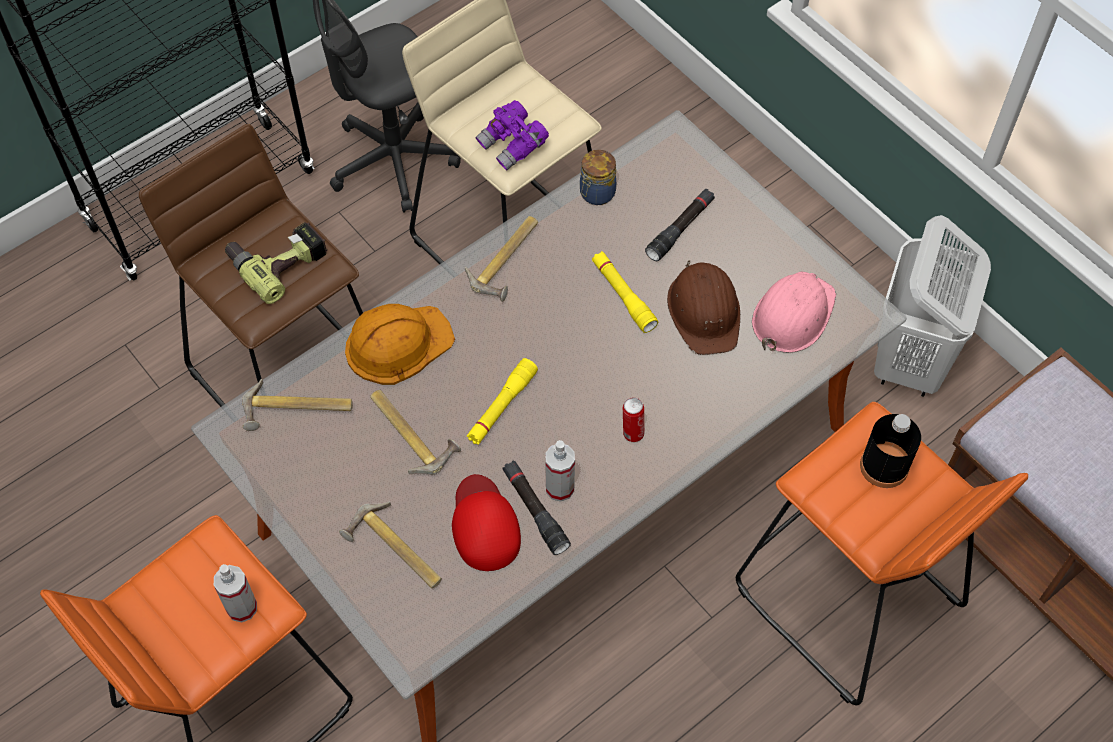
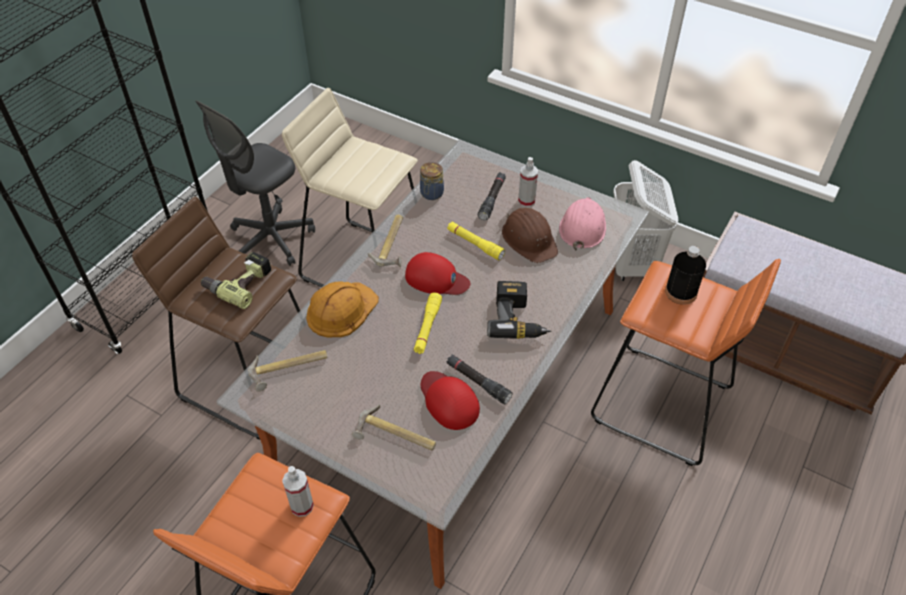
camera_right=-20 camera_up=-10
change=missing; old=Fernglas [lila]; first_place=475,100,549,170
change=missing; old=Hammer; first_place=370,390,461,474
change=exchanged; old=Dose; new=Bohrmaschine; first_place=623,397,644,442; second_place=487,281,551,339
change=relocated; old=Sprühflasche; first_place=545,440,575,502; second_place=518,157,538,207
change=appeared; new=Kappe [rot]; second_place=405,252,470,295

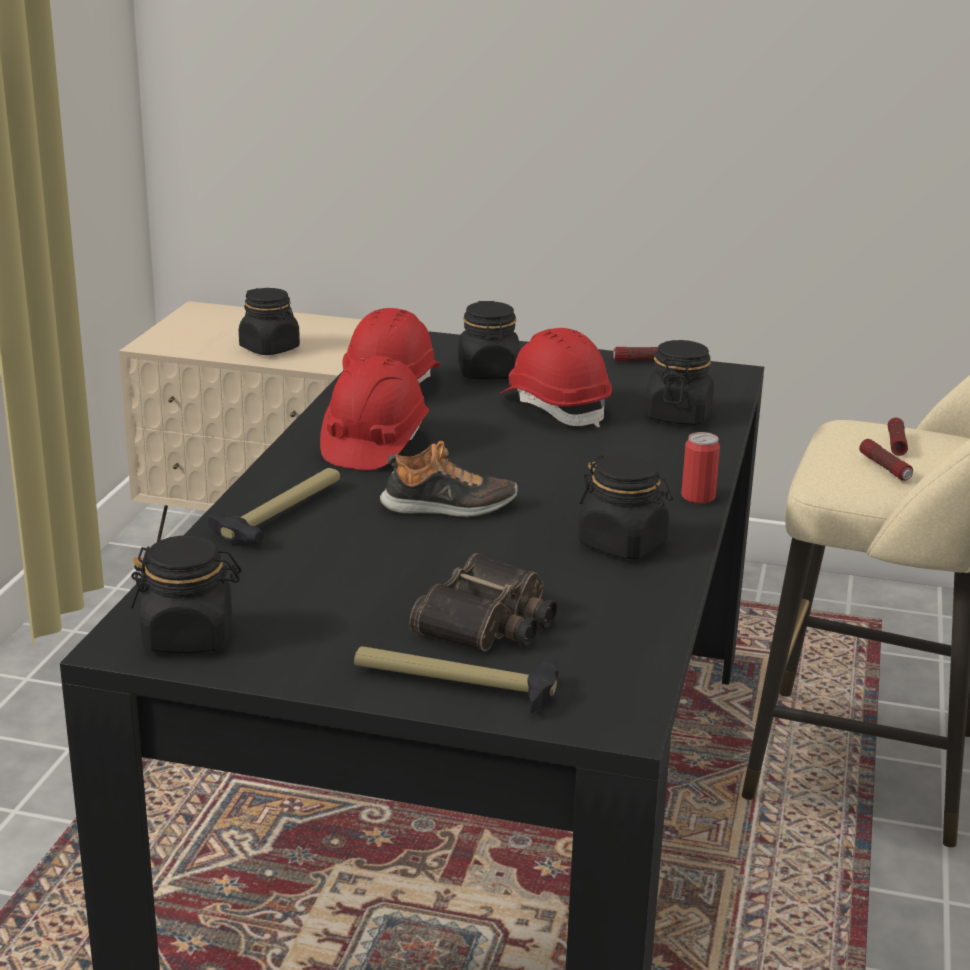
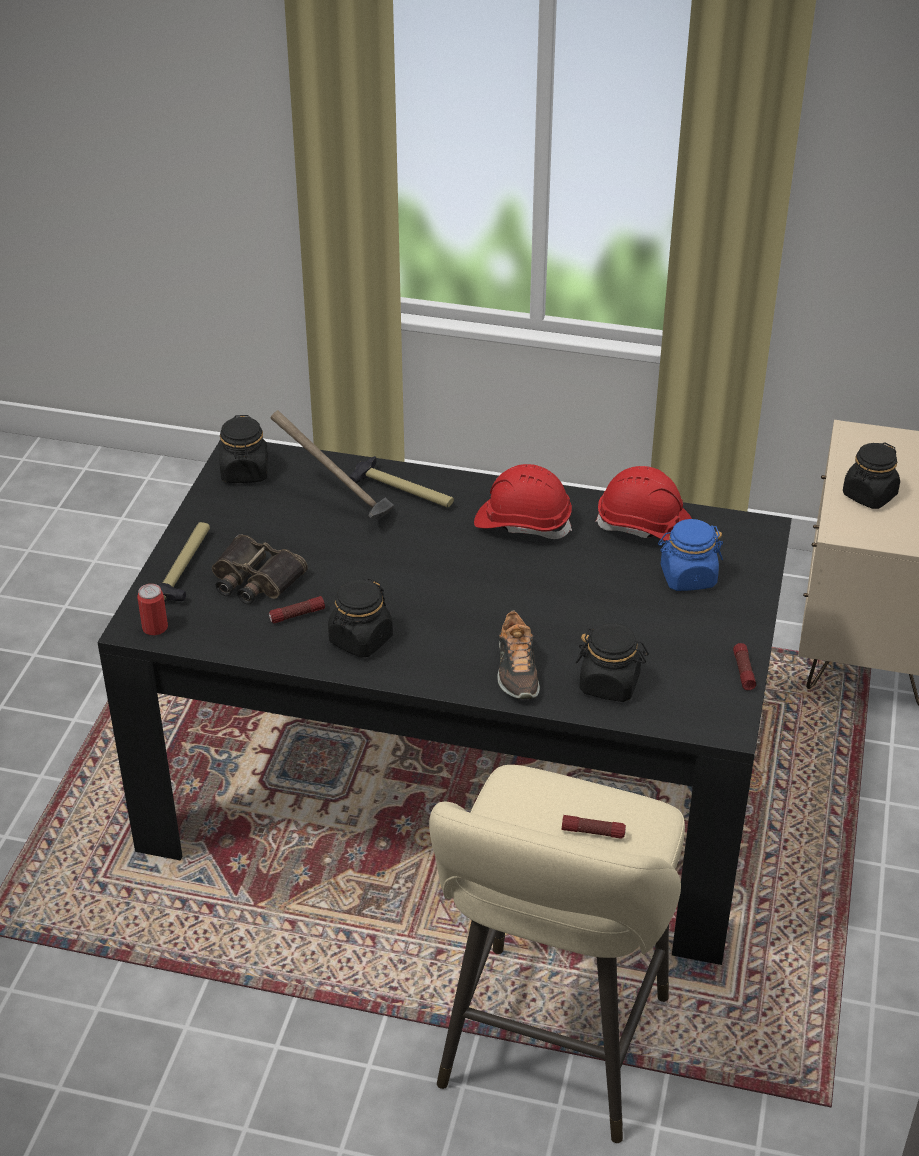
camera_right=90 camera_up=15
change=colour; old=Vorratsglas [schwarz]; new=Vorratsglas [blau]; first_place=458,301,520,380; second_place=658,519,723,591
change=missing; old=Schutzhelm [rot]; first_place=500,328,612,428
change=relocated; old=Dose; first_place=681,432,720,504; second_place=137,584,168,635
change=relocated; old=Taschenlampe; first_place=859,439,913,481; second_place=269,596,325,623
change=relocated; old=Schuh; first_place=380,441,518,517; second_place=497,610,540,699
change=appeared; new=Hammer; second_place=271,410,394,520

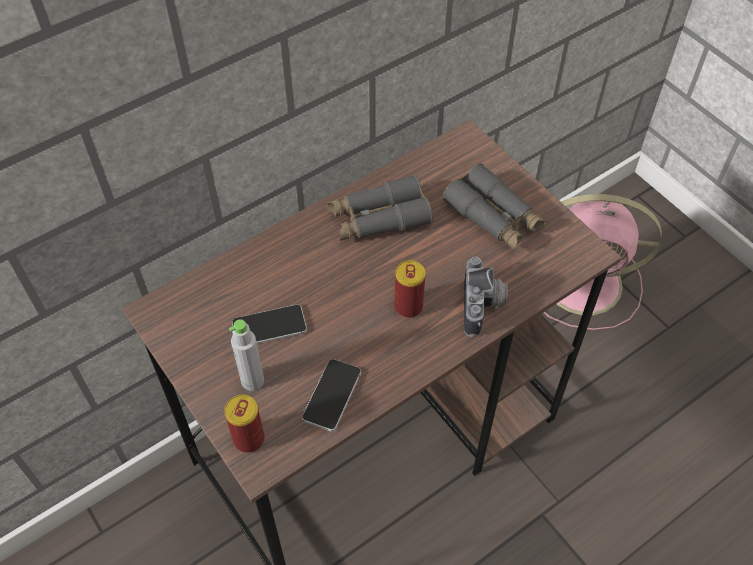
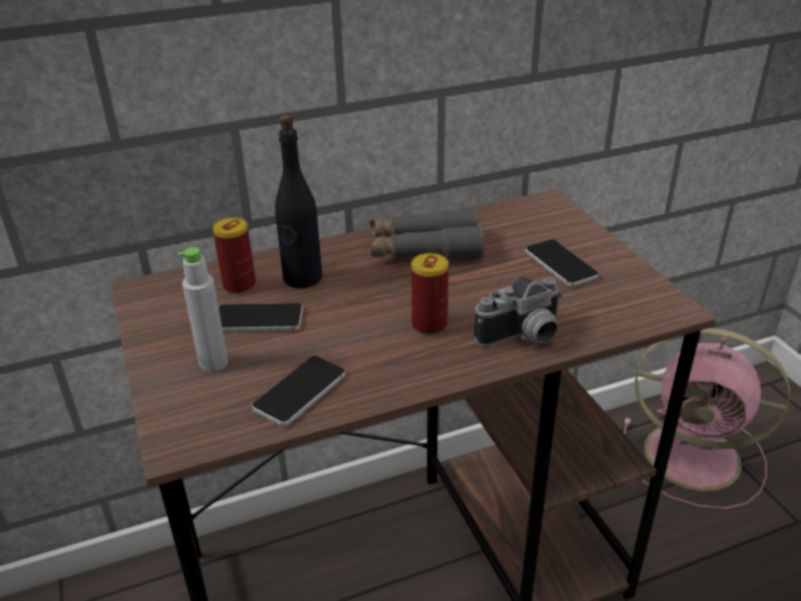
camera_right=15 camera_up=-20
change=exchanged; old=Fernglas [grau]; new=Handy; first_place=443,164,547,251; second_place=525,239,599,287
change=spun; old=Kamera; first_place=464,257,508,337; second_place=474,277,562,347; degrees=45
change=relocated; old=Dose; first_place=224,395,265,453; second_place=213,217,256,294
change=appeared; new=Flasche [schwarz]; second_place=275,114,322,289

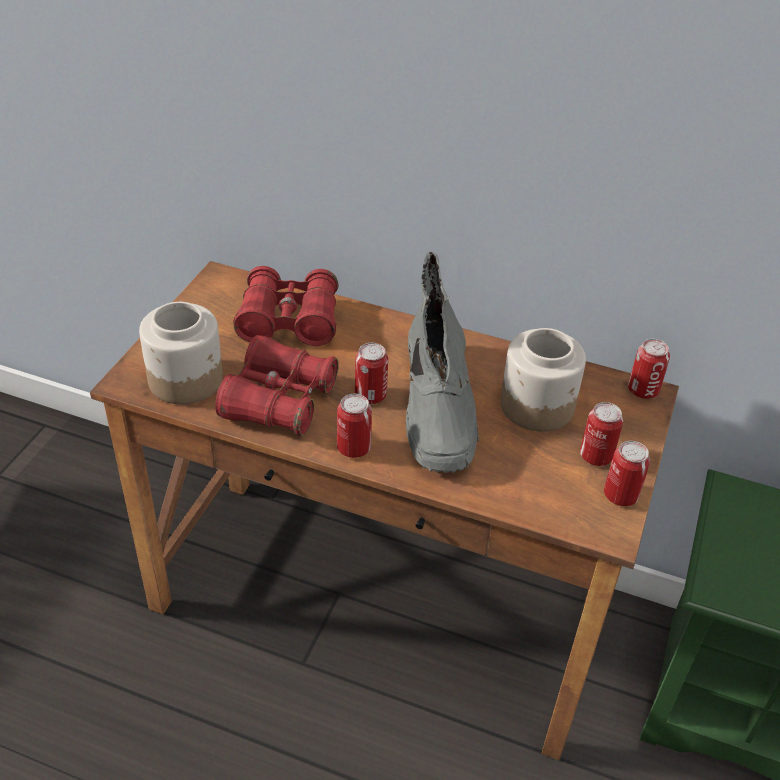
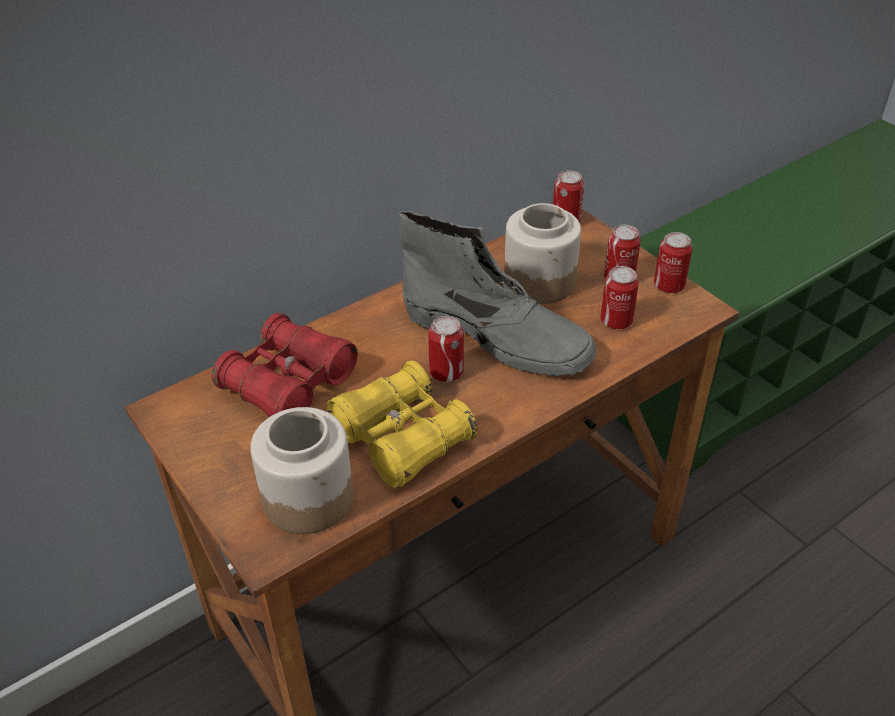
camera_right=-55 camera_up=0
change=colour; old=Fernglas [rot]; new=Fernglas [gelb]; first_place=215,335,339,436; second_place=327,361,478,488
change=relocated; old=Dose; first_place=337,394,372,458; second_place=600,266,639,329

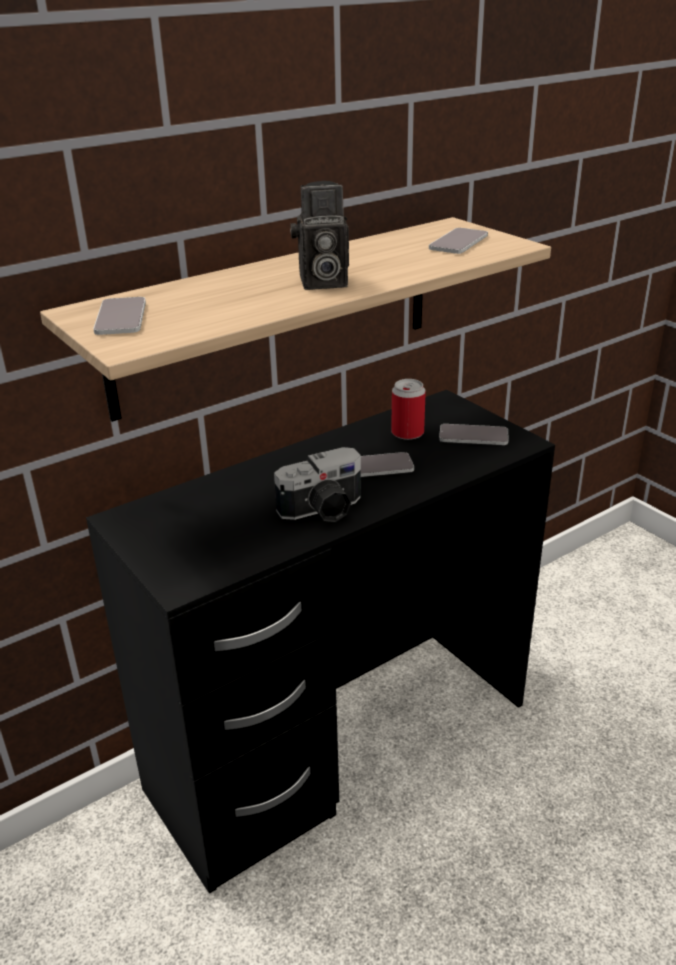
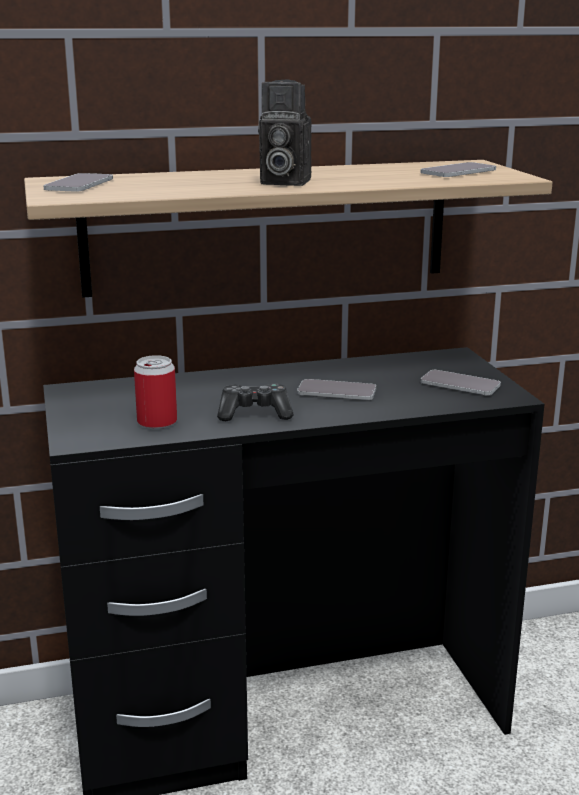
camera_right=20 camera_up=-10
change=relocated; old=Dose; first_place=391,379,426,440; second_place=134,355,177,429
change=exchanged; old=Kamera; new=Gamepad; first_place=274,447,361,522; second_place=217,384,293,421

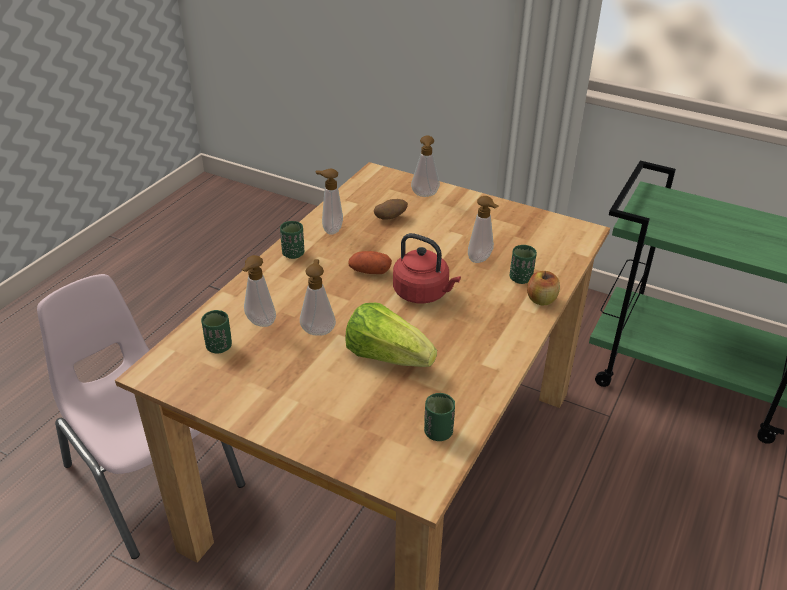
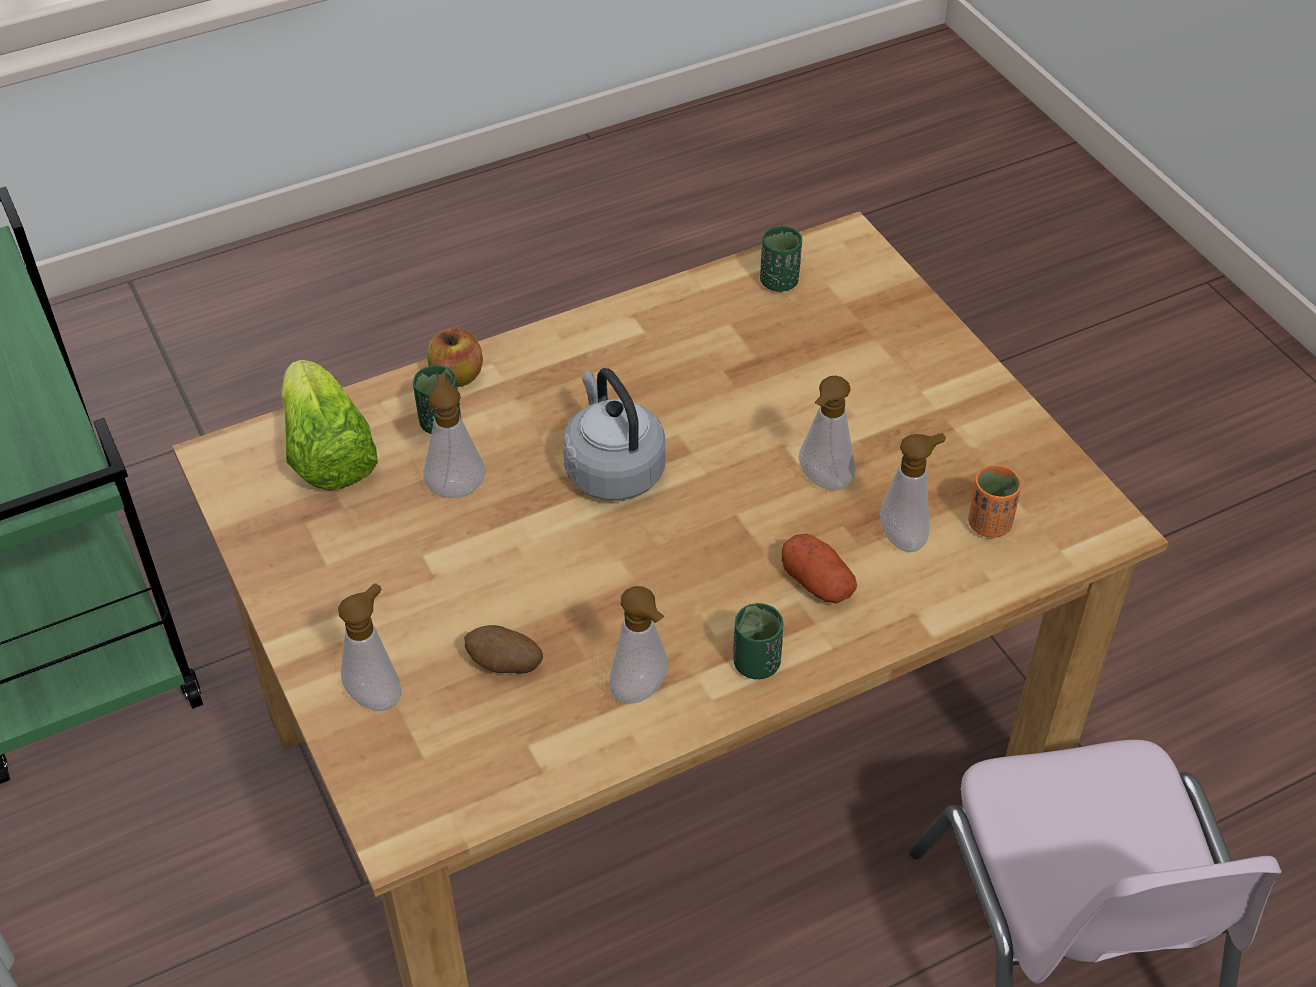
camera_right=-145 camera_up=10
change=colour; old=Wasserkessel [rot]; new=Wasserkessel [grau]; first_place=393,233,461,304; second_place=563,368,665,501
change=relocated; old=Kartoffel; first_place=348,251,392,274; second_place=782,533,857,603
change=relocated; old=Salatkopf; first_place=346,303,437,367; second_place=281,360,378,490
change=colour; old=Tasse [grün]; new=Tasse [orange]; first_place=201,310,232,353; second_place=968,465,1021,538

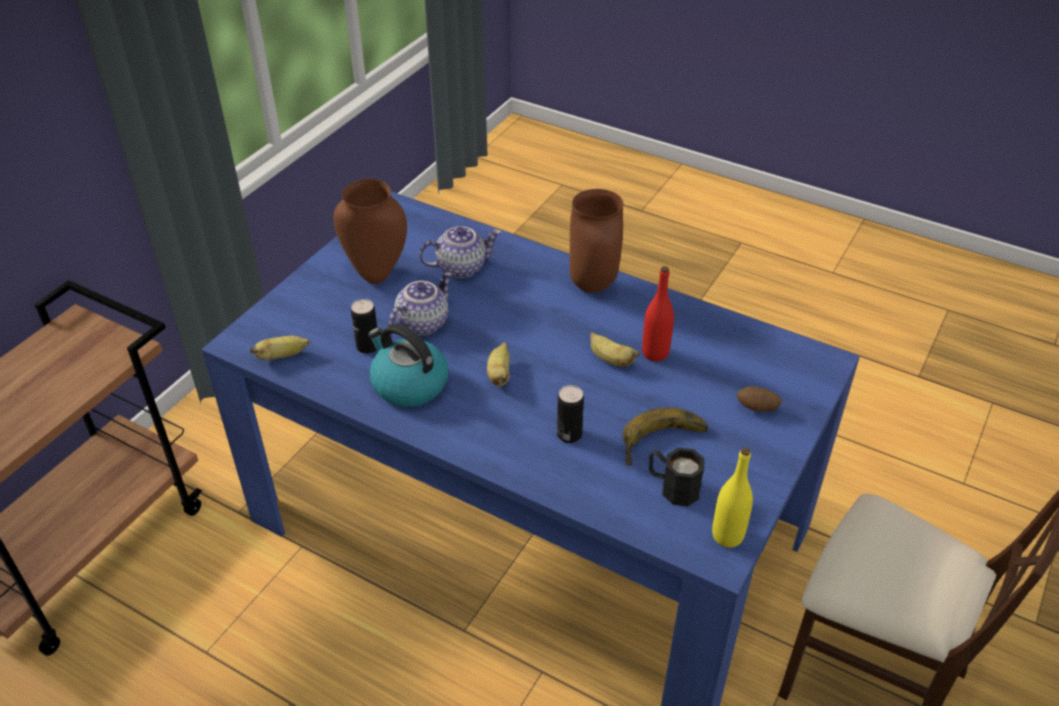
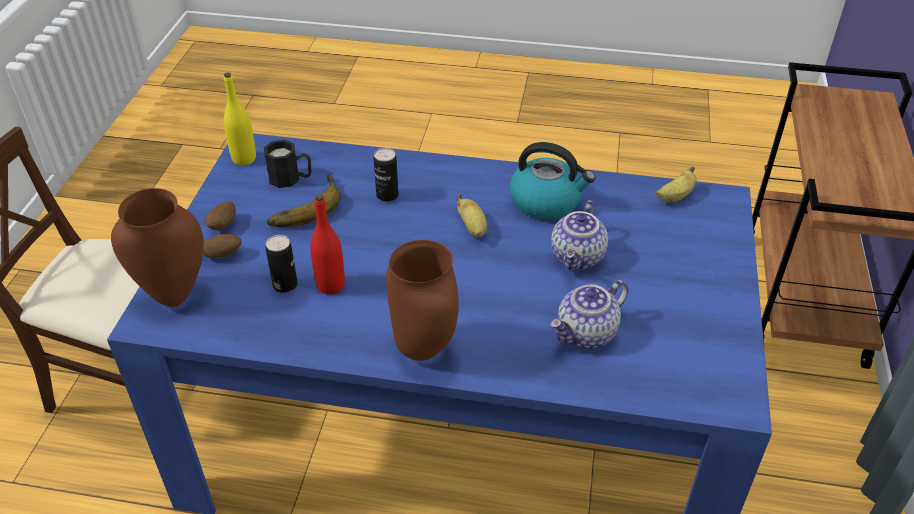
camera_right=160 camera_up=0
change=relocated; old=Vase [braun]; first_place=333,179,407,284; second_place=111,188,204,307
change=relocated; old=Dose; first_place=351,299,377,354; second_place=265,235,298,293
change=missing; old=Banane; first_place=590,332,639,366
change=appeared; new=Kartoffel; second_place=205,201,236,230

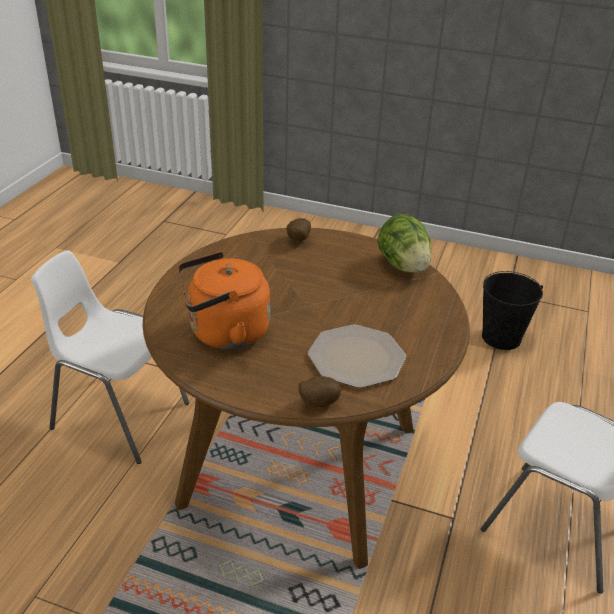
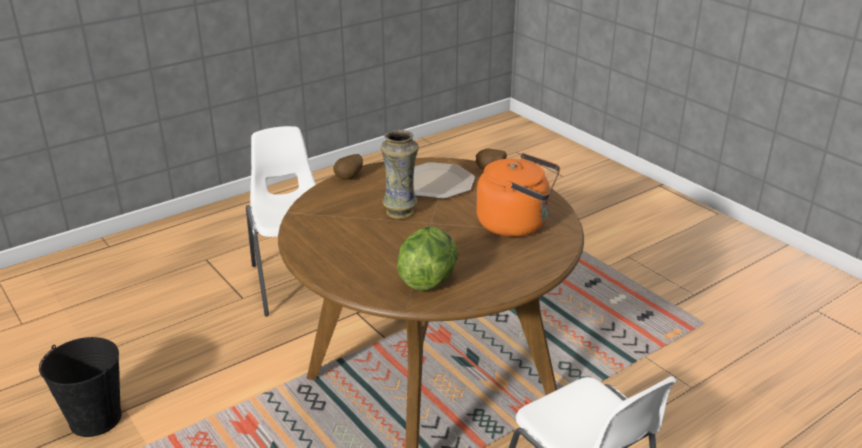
camera_right=-145 camera_up=-5
change=relocated; old=Salatkopf; first_place=377,214,431,272; second_place=397,226,458,291
change=relocated; old=Kartoffel; first_place=287,218,311,241; second_place=333,154,363,180
change=appeared; new=Vase; second_place=381,130,419,219

